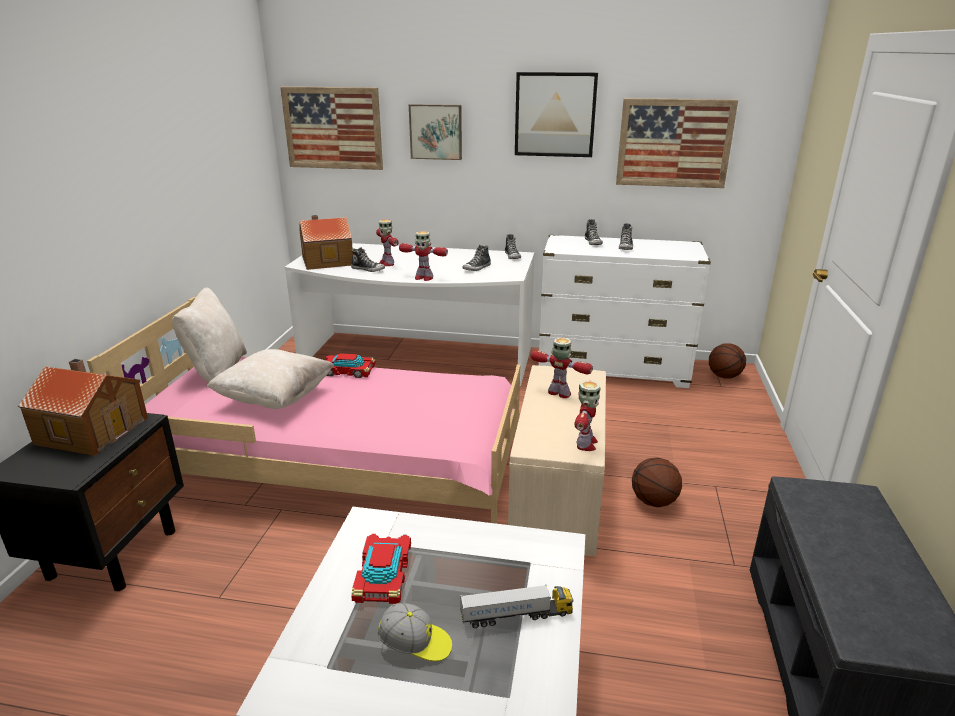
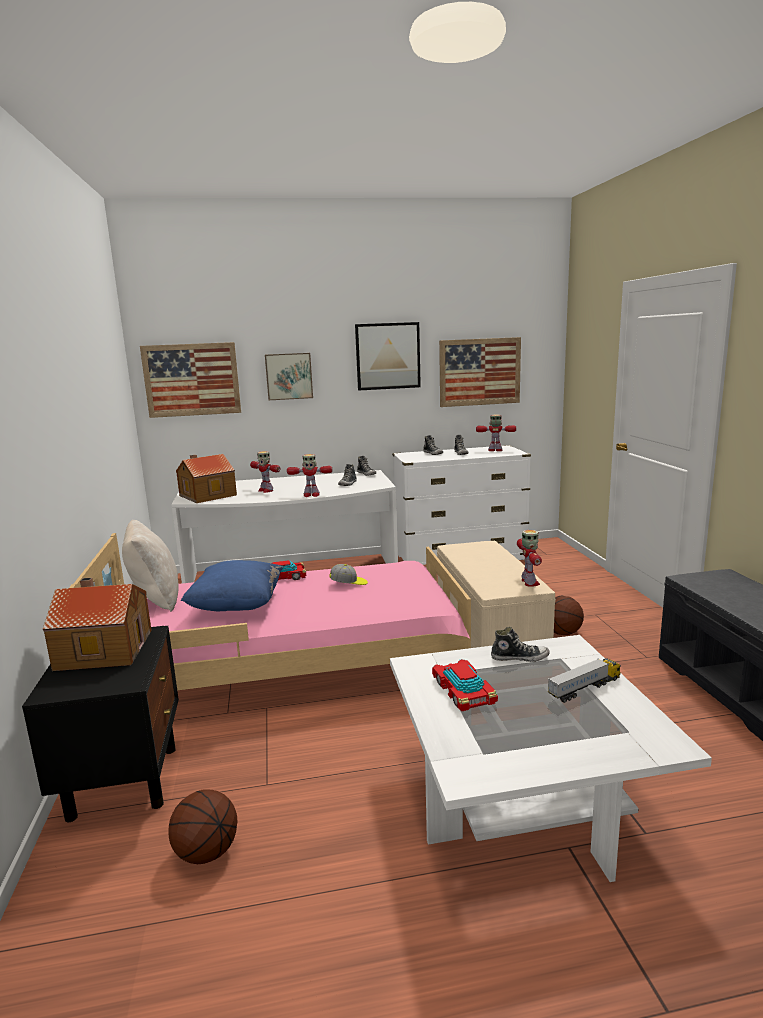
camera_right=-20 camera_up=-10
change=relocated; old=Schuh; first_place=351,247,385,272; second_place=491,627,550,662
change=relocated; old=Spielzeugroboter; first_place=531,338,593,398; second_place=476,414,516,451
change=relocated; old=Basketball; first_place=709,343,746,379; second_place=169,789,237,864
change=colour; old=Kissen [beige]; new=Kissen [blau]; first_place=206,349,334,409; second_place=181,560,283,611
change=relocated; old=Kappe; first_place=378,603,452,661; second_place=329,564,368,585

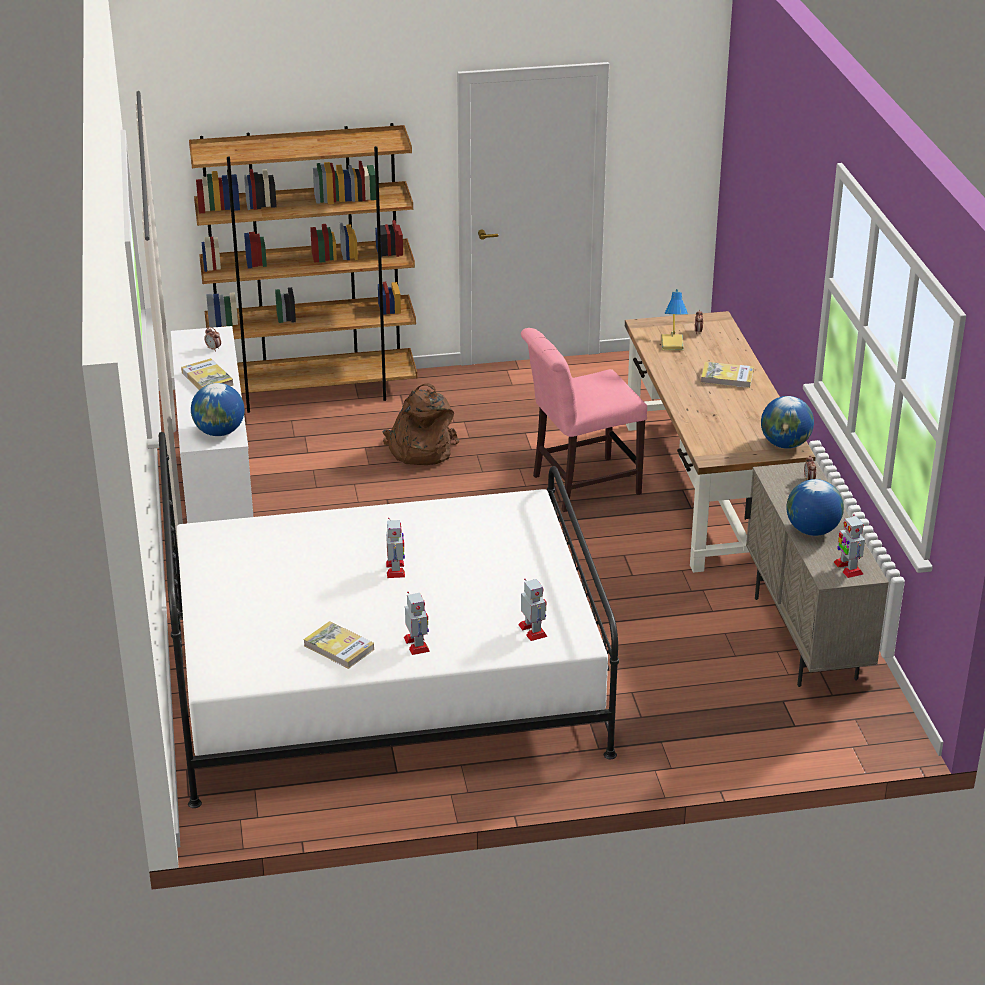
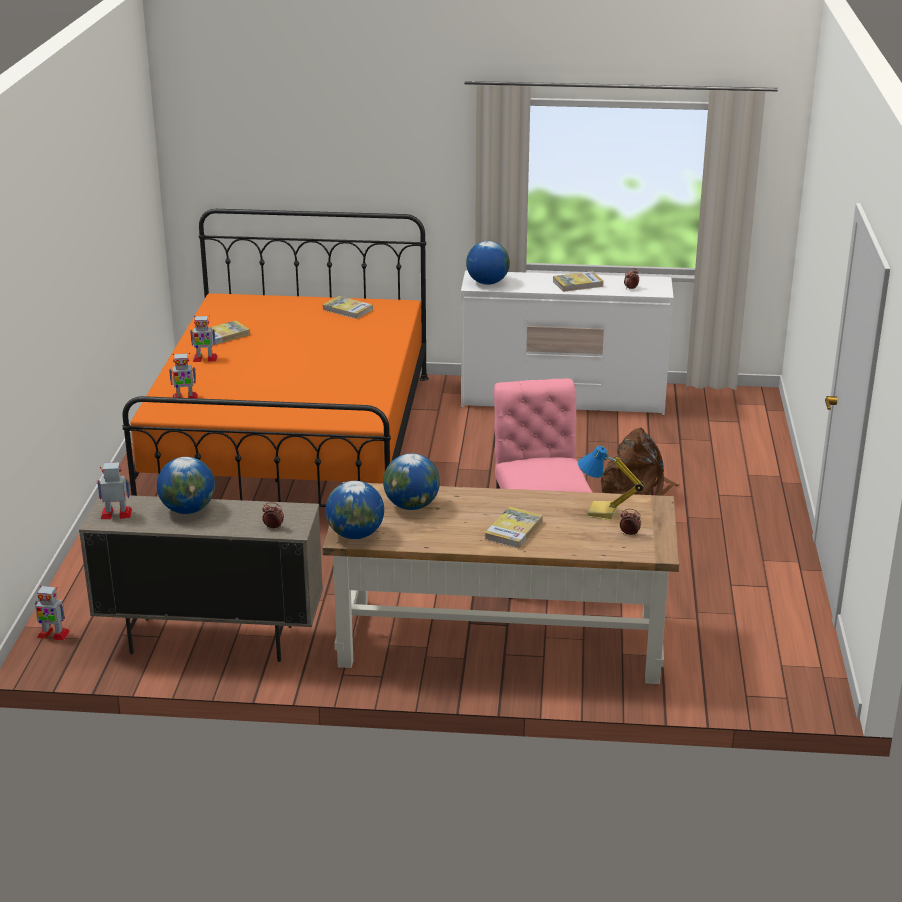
camera_right=105 camera_up=-5
change=missing; old=Bücherregal [braun]; first_place=189,123,417,413
change=colour; old=Bett [weiß]; new=Bett [orange]; first_place=159,432,619,808; second_place=123,209,429,507
change=relocated; old=Spielzeugroboter; first_place=386,518,405,578; second_place=34,585,70,641
change=appeared; new=Buch; second_place=323,296,373,319
change=appeared; new=Globus; second_place=383,453,440,510

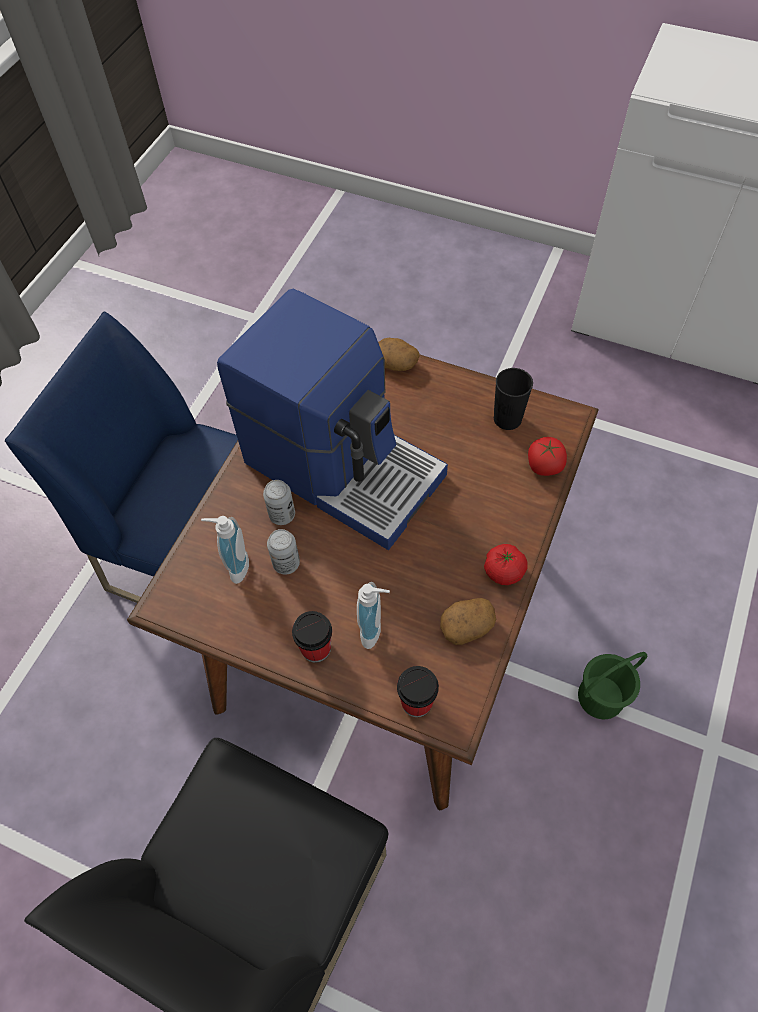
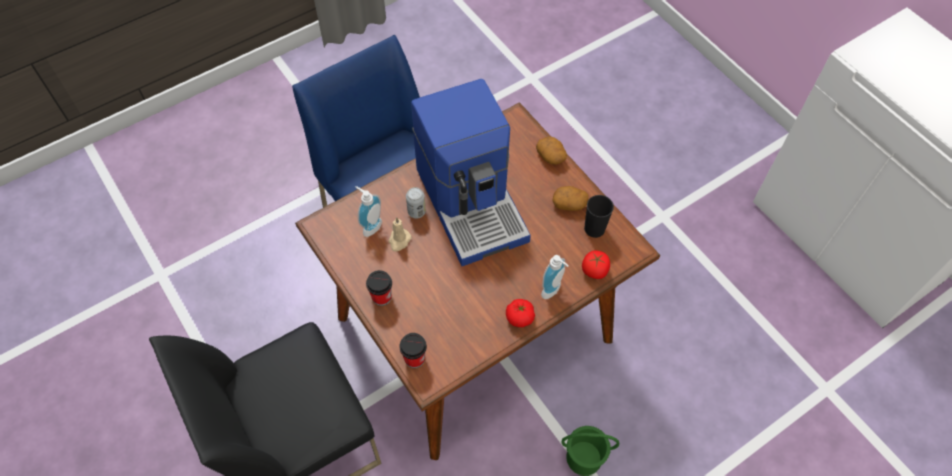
camera_right=30 camera_up=0
change=exchanged; old=Dose; new=Kerze [beige]; first_place=267,529,300,575; second_place=389,217,412,252
change=relocated; old=Seifenspender; first_place=357,582,390,649; second_place=541,255,569,299
change=relocated; old=Kartoffel; first_place=440,598,496,645; second_place=552,186,589,211

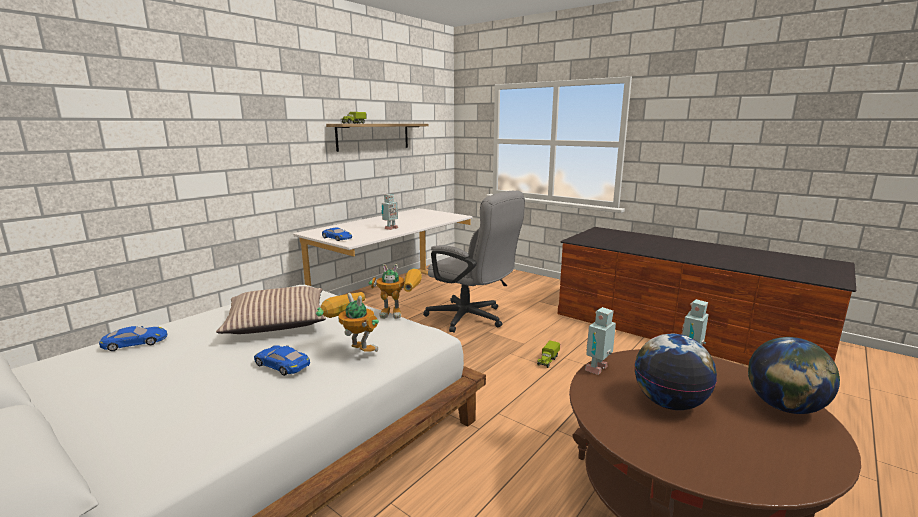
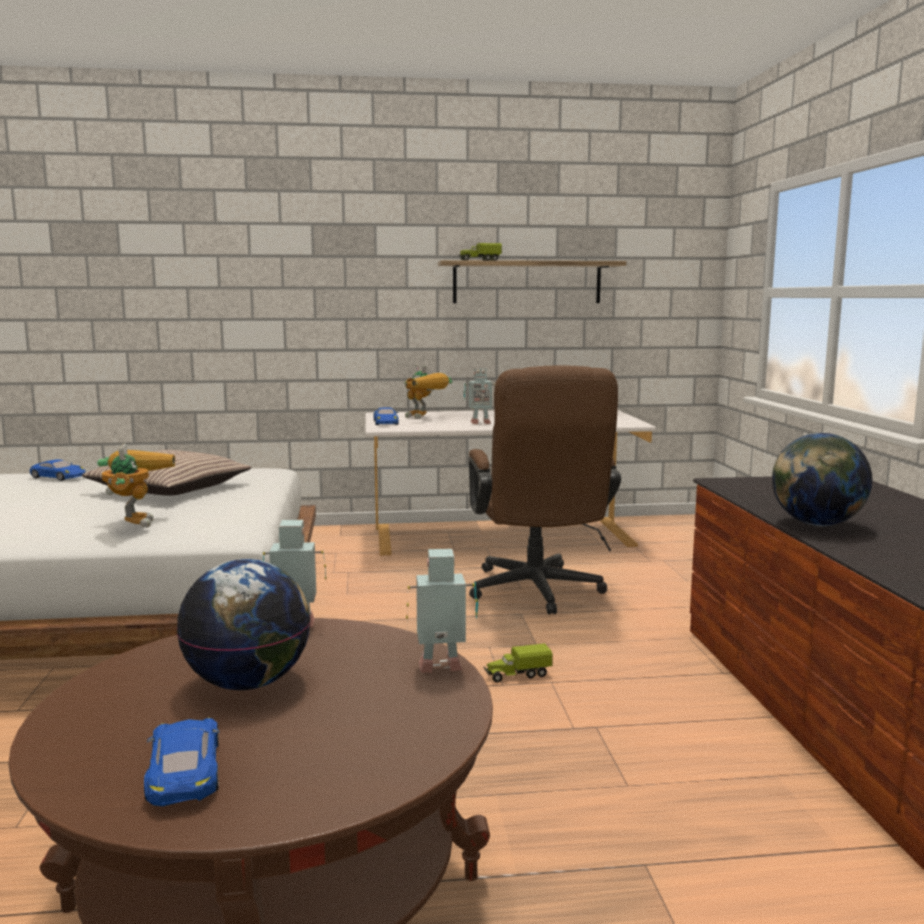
camera_right=45 camera_up=-5
change=colour; old=Bürostuhl [grau]; new=Bürostuhl [braun]; first_place=423,191,525,333; second_place=468,365,621,614
change=relocated; old=Spielzeugroboter; first_place=368,264,422,319; second_place=405,364,452,419
change=relocated; old=Globus; first_place=748,337,840,414; second_place=772,433,872,526
change=relocated; old=Spielzeugauto [blau]; first_place=254,345,310,376; second_place=144,717,220,806

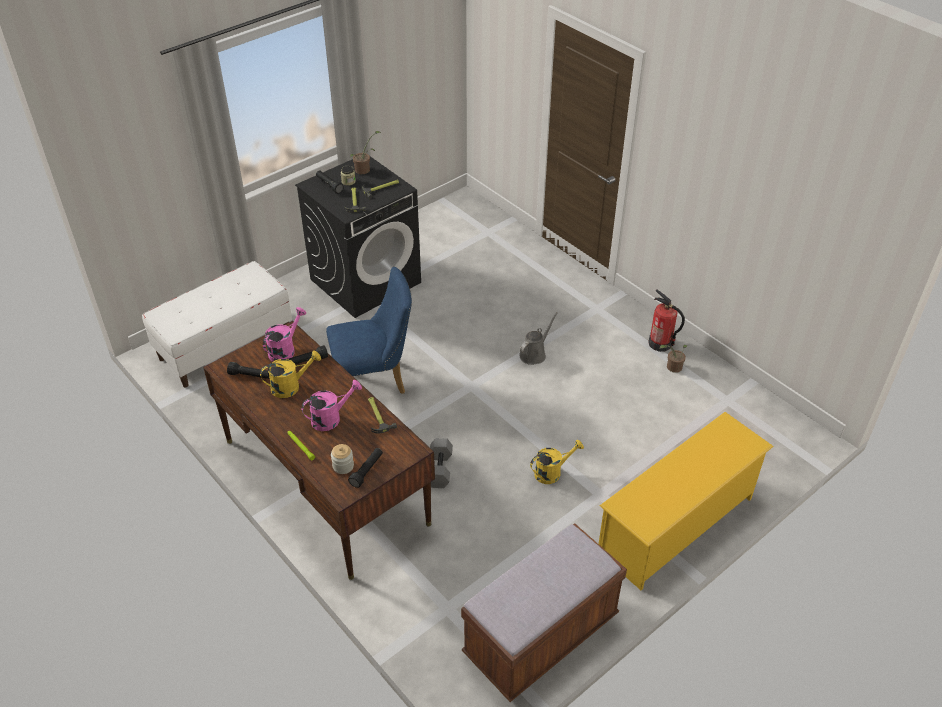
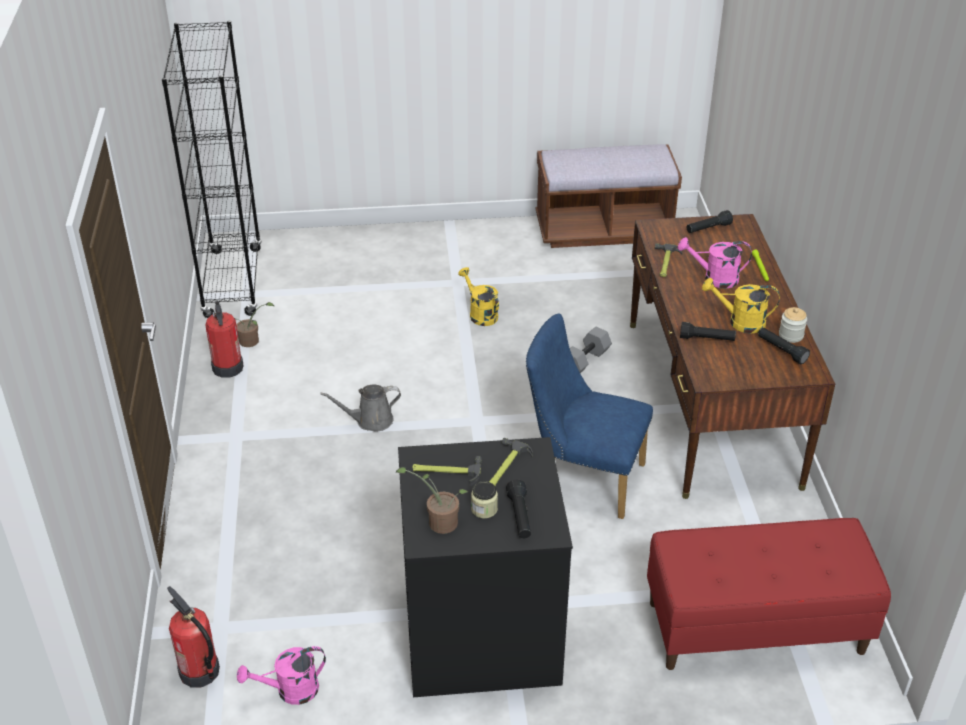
camera_right=-145 camera_up=-5
change=colour; old=Bank [weiß]; new=Bank [rot]; first_place=142,261,292,387; second_place=647,518,891,670
change=relocated; old=Gießkanne [rosa]; first_place=263,307,306,362; second_place=237,646,326,705
change=missing; old=Schuhregal [gelb]; first_place=599,412,773,590
change=spun; old=Gießkanne [gelb]; first_place=530,440,584,484; second_place=458,267,499,326; degrees=45
change=relocated; old=Vorratsglas; first_place=331,444,354,474; second_place=779,307,807,343
change=appeared; new=Bücherregal [schwarz]; second_place=162,21,262,318
change=appeared; new=Feuerlöscher; second_place=167,586,220,688

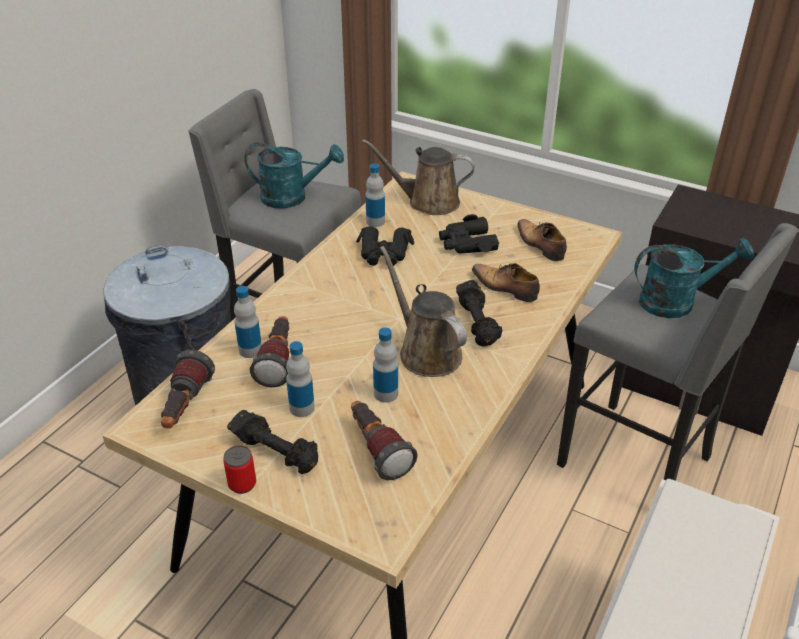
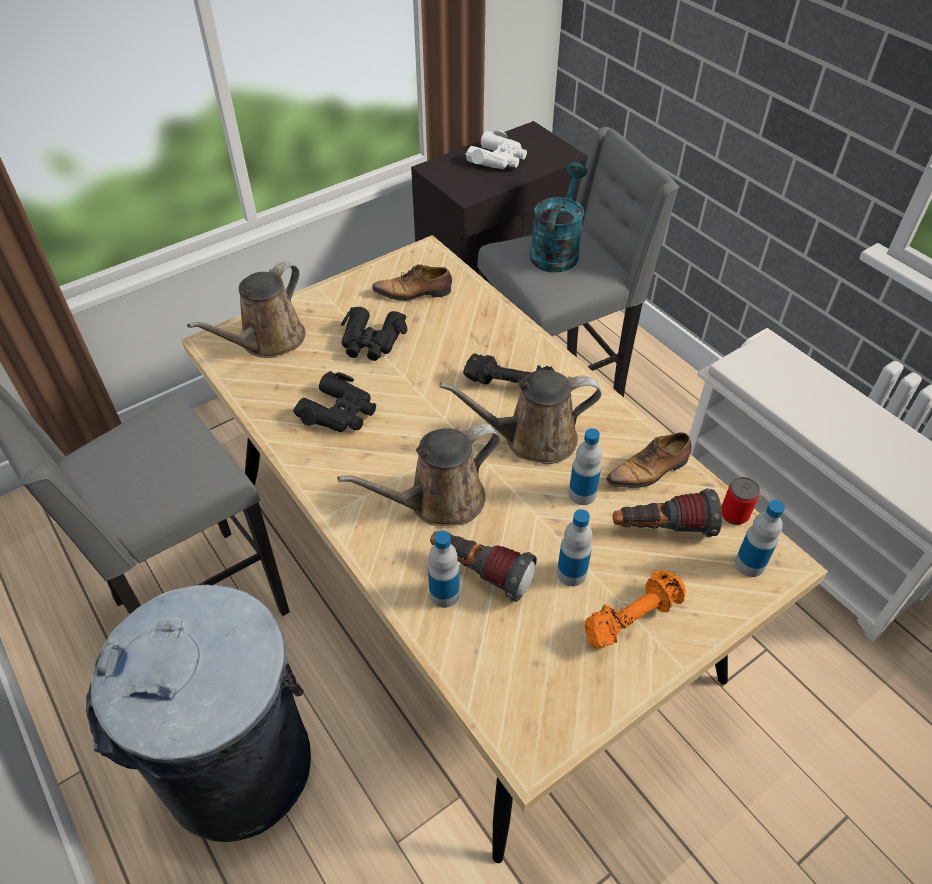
camera_right=-65 camera_up=10
change=missing; old=Gießkanne [türkis]; first_place=244,142,344,209
change=relocated; old=Flasche; first_place=365,164,385,227; second_place=735,500,785,577
change=relocated; old=Schuh; first_place=472,263,540,302; second_place=606,432,691,488
change=missing; old=Taschenlampe; first_place=161,350,215,428
change=colour; old=Hantel [schwarz]; new=Hantel [orange]; first_place=227,410,318,474; second_place=584,570,686,648
change=relocated; old=Dose; first_place=223,445,256,494; second_place=721,477,760,525
change=appeared; new=Fernglas [weiß]; second_place=466,130,527,169
change=appeared; new=Gießkanne [braun]; second_place=337,424,500,526

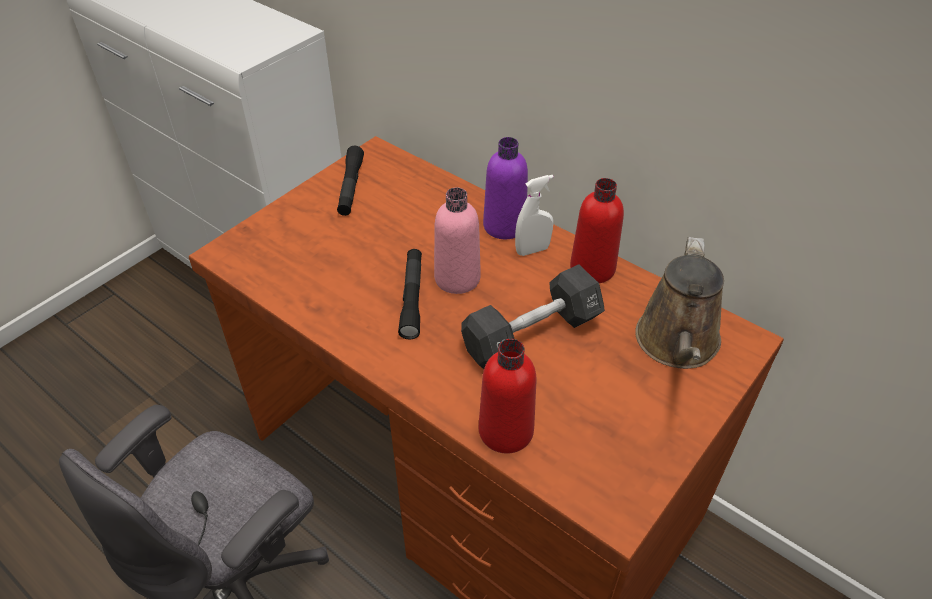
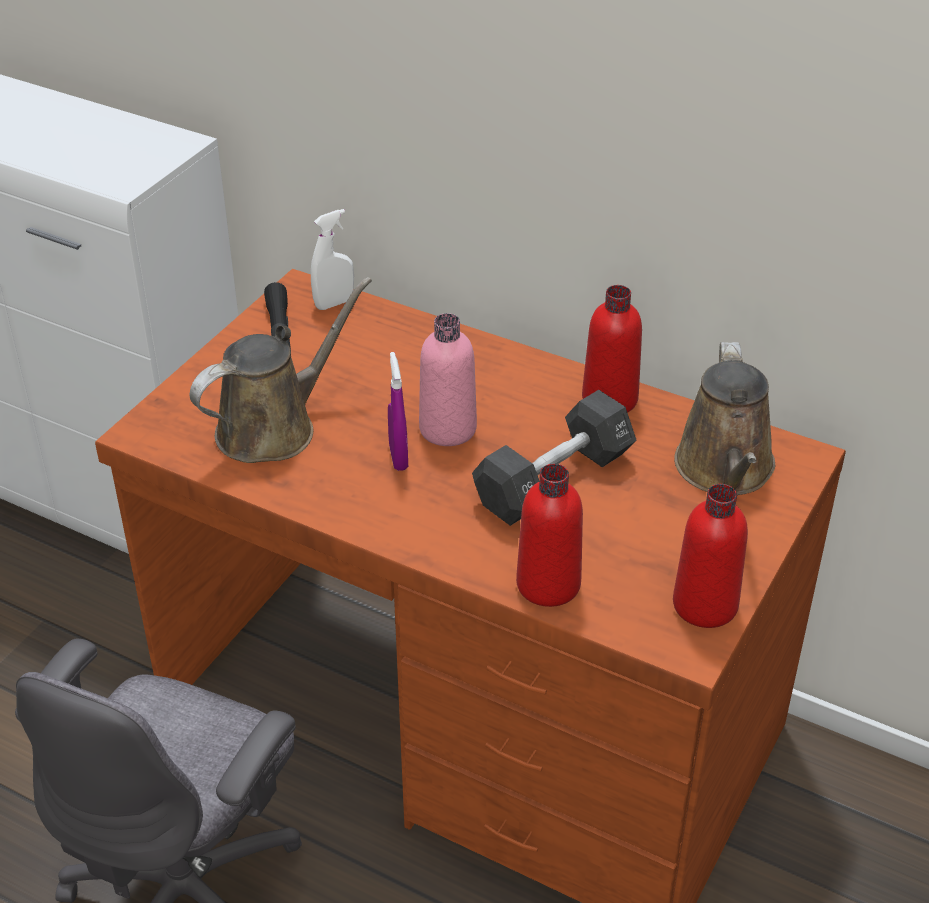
camera_right=-10 camera_up=-5
change=missing; old=Flasche [lila]; first_place=483,137,528,239
change=relocated; old=Sprühflasche [weiß]; first_place=515,175,554,256; second_place=311,209,354,310
change=exchanged; old=Taschenlampe [schwarz]; new=Sprühflasche [lila]; first_place=398,249,422,340; second_place=388,352,408,471
change=appeared; new=Gießkanne [braun]; second_place=190,277,372,463
change=appeared; new=Flasche [rot]; second_place=673,484,748,628

